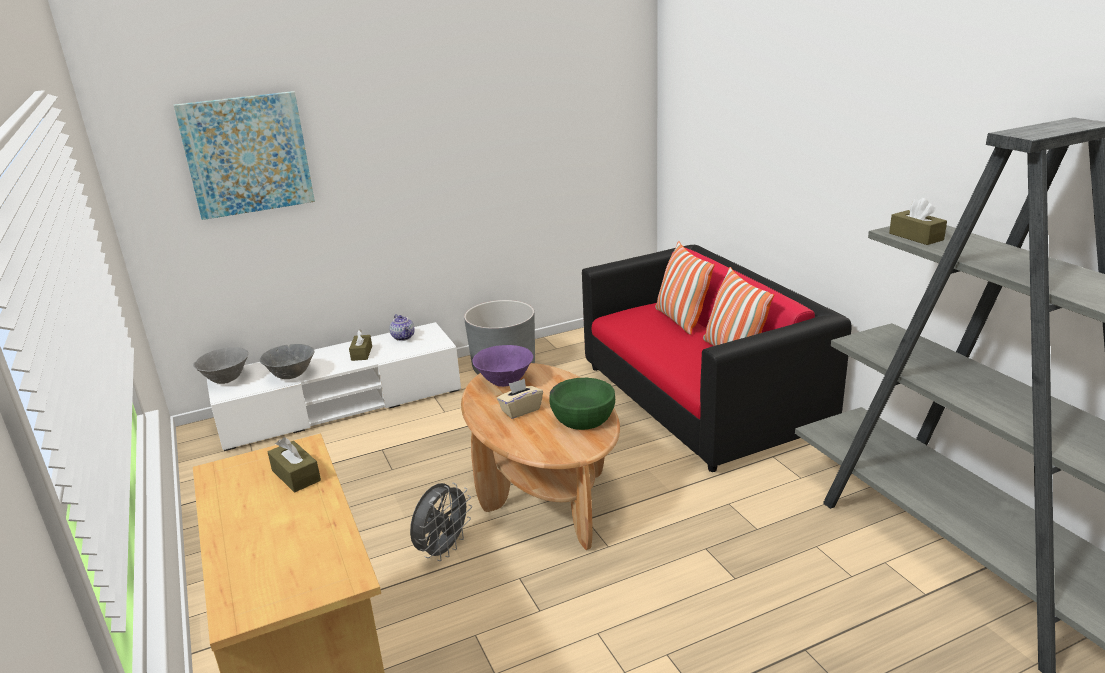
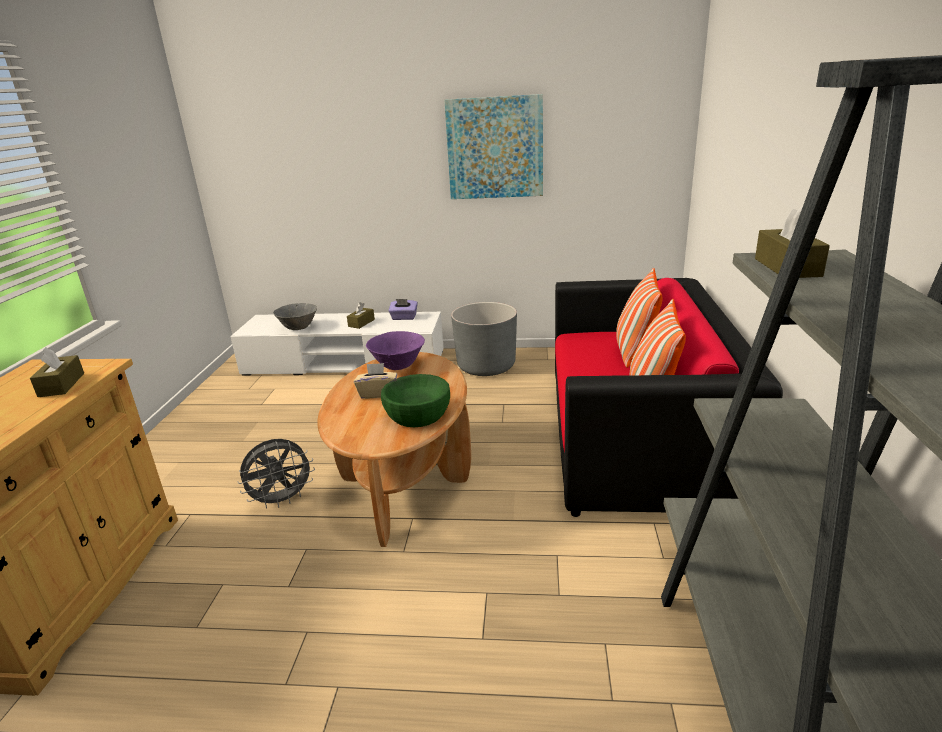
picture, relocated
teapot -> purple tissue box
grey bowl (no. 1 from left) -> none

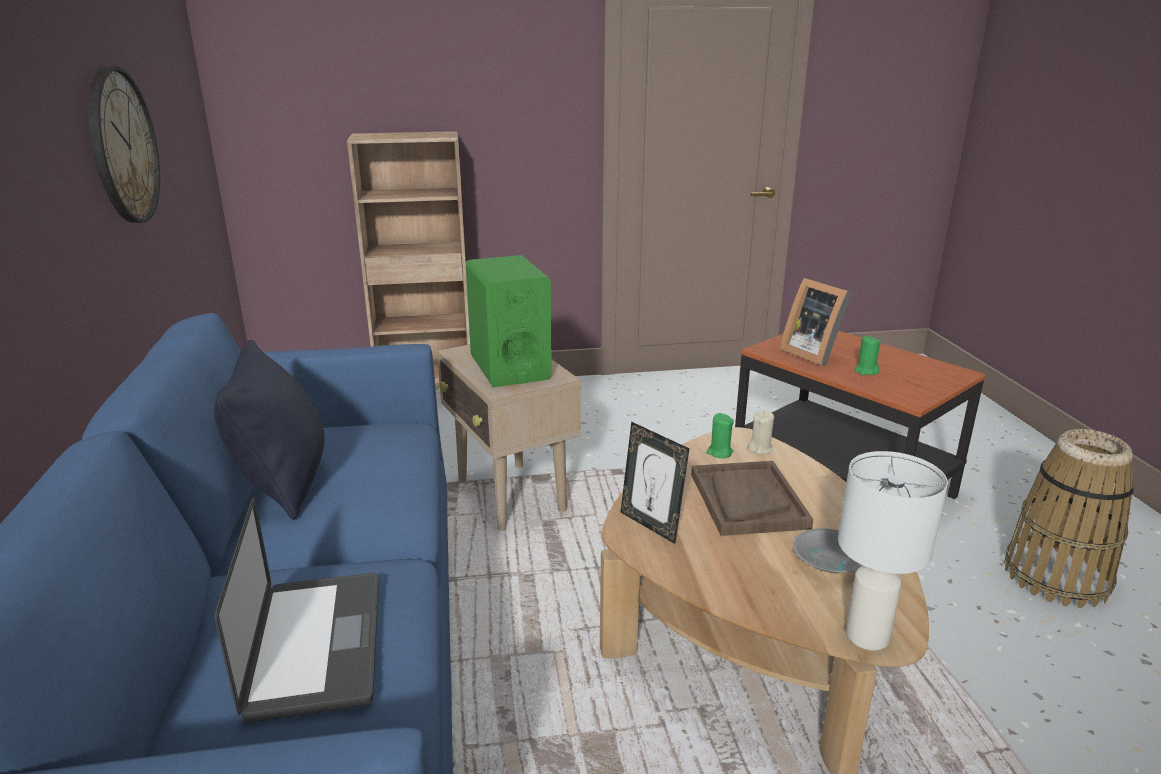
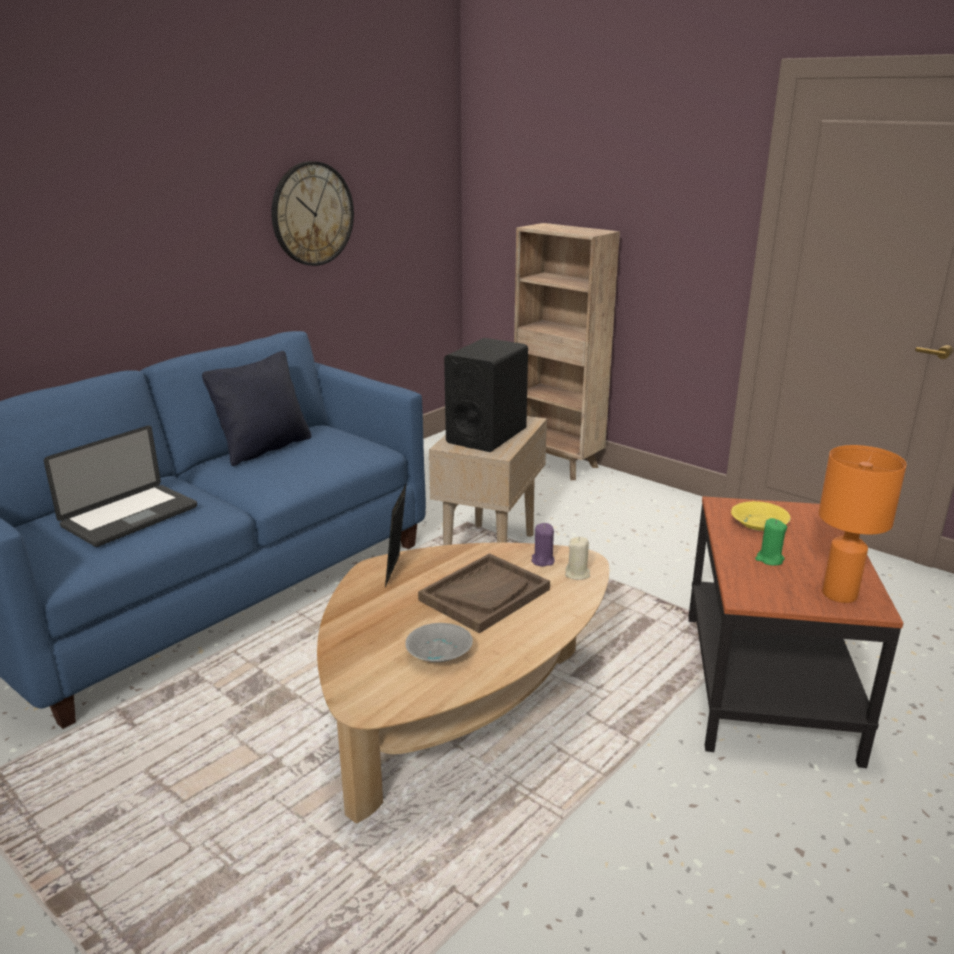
green speaker -> black speaker
picture frame (no. 2 from left) -> yellow bowl
green candle (no. 1 from left) -> purple candle
basket -> none
white table lamp -> none
none -> orange table lamp

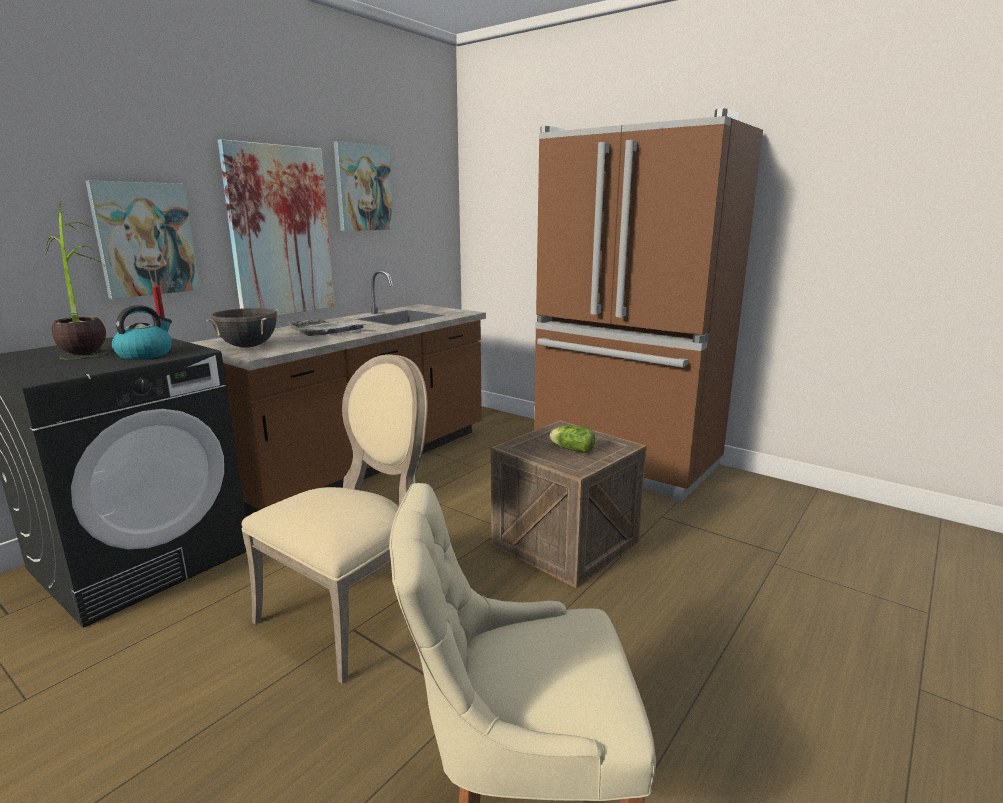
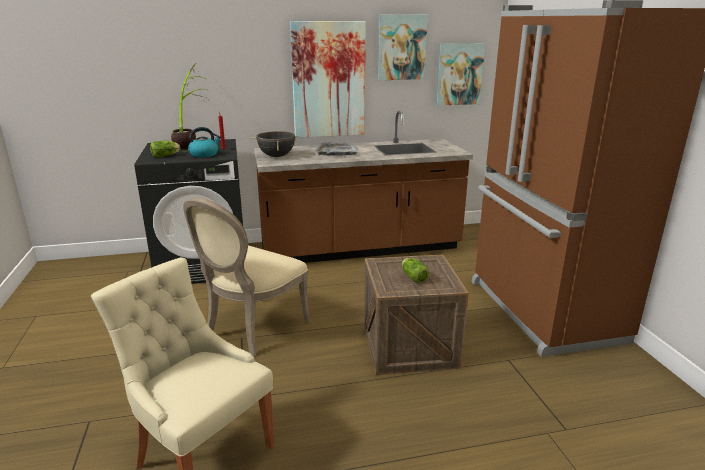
picture (no. 1 from left in the first image) -> picture (no. 3 from left), relocated
beige chair (no. 1 from left in the first image) -> beige chair (no. 2 from left), 135 degrees clockwise
none -> lettuce (no. 1 from left)

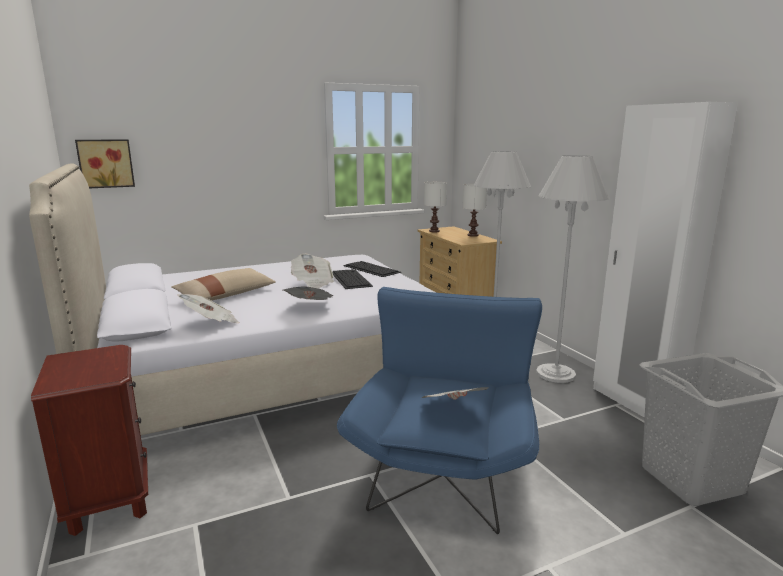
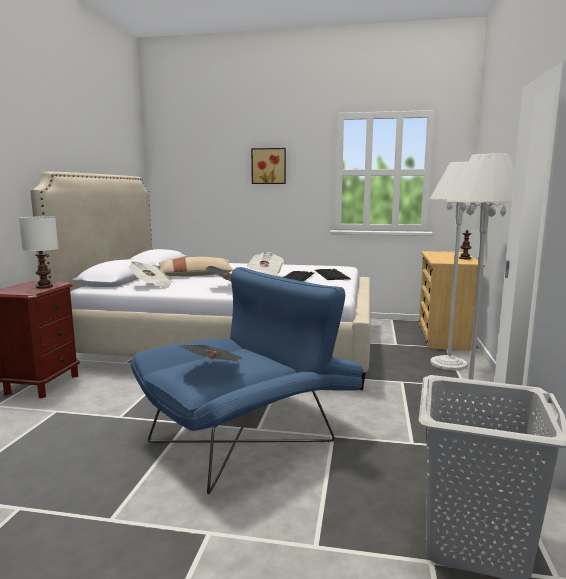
picture, relocated
white table lamp (no. 1 from left), relocated

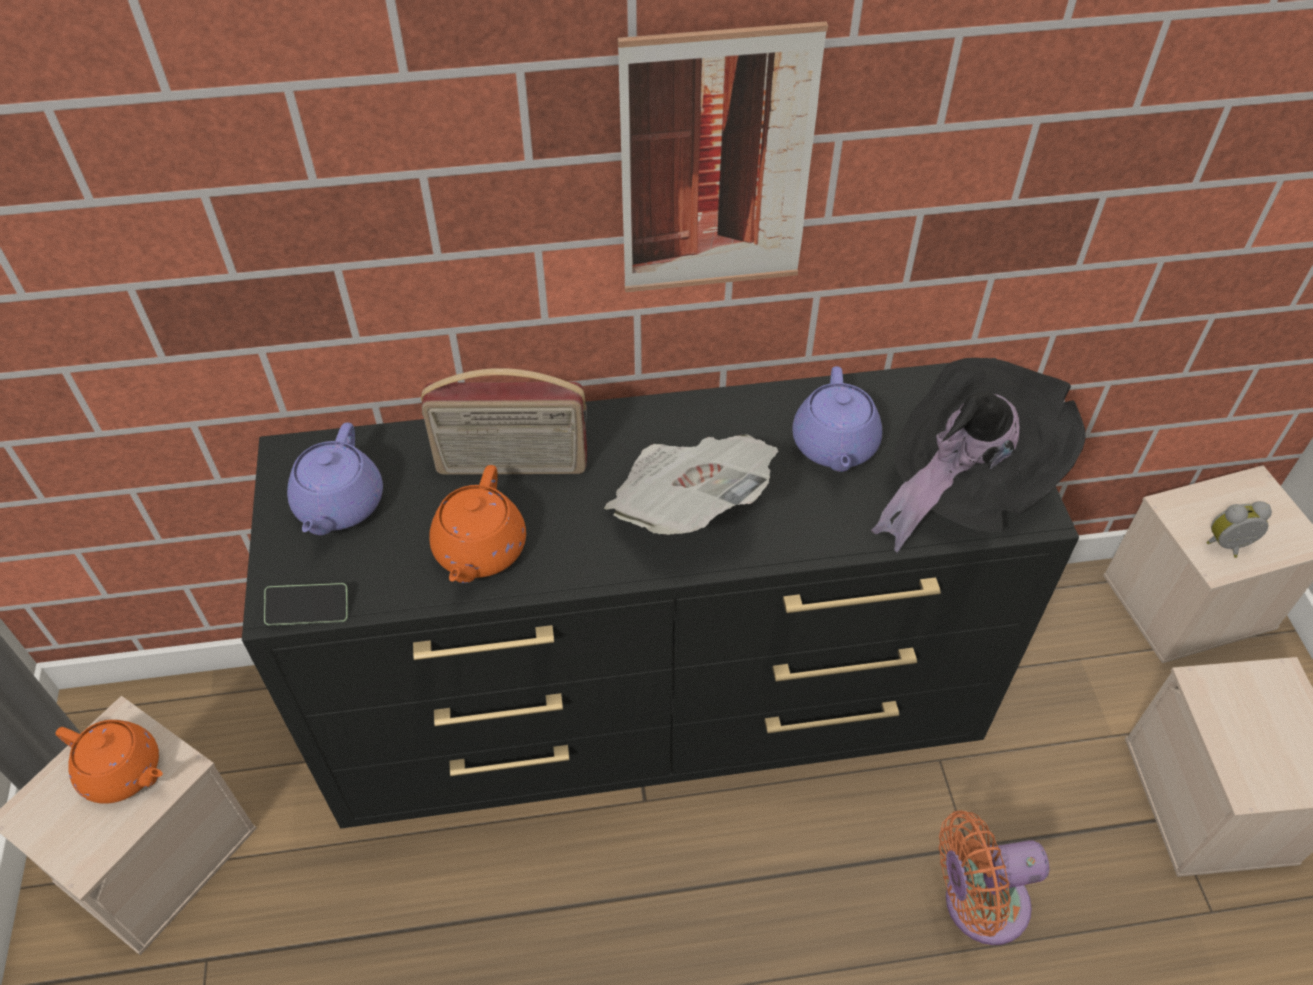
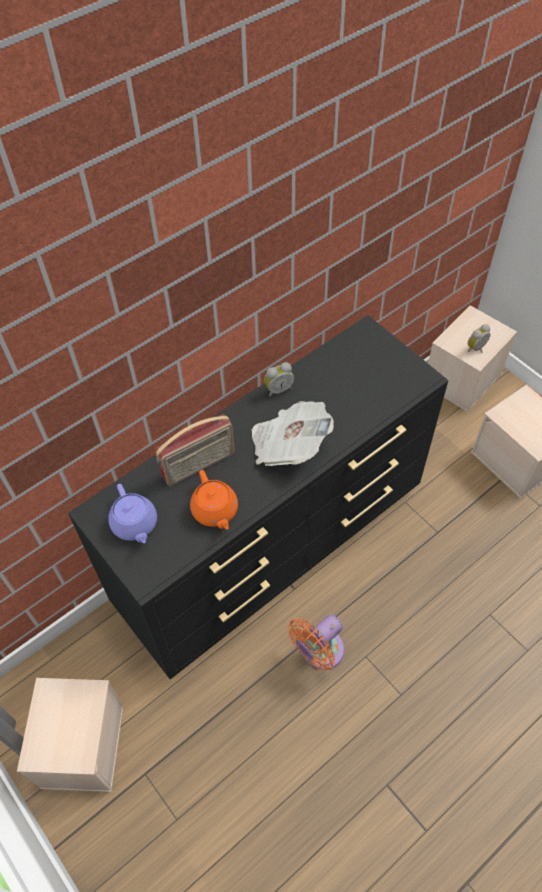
picture -> none
black hat -> none
purple teapot (no. 2 from left) -> none
phone -> none
orange teapot (no. 1 from left) -> none
orange fan, relocated
none -> alarm clock (no. 1 from left)

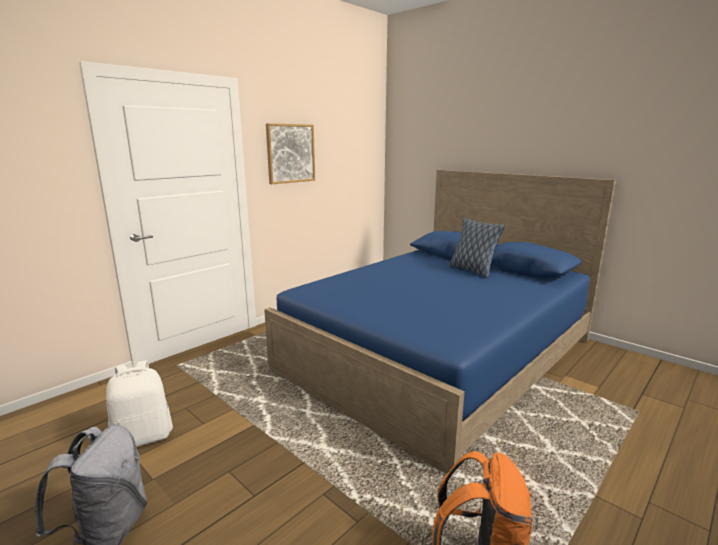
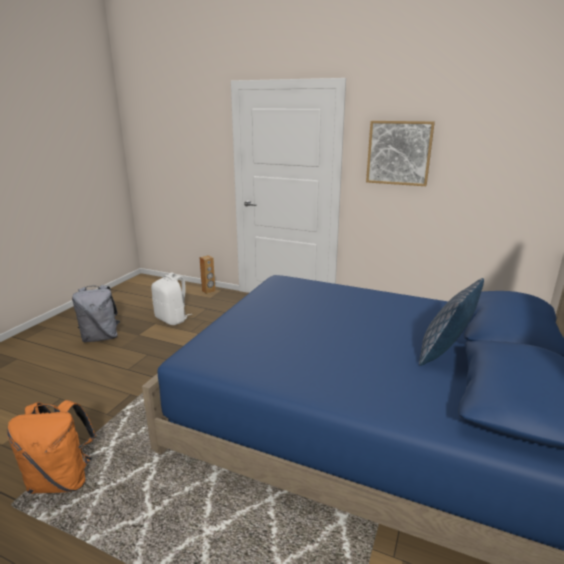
none -> brown speaker

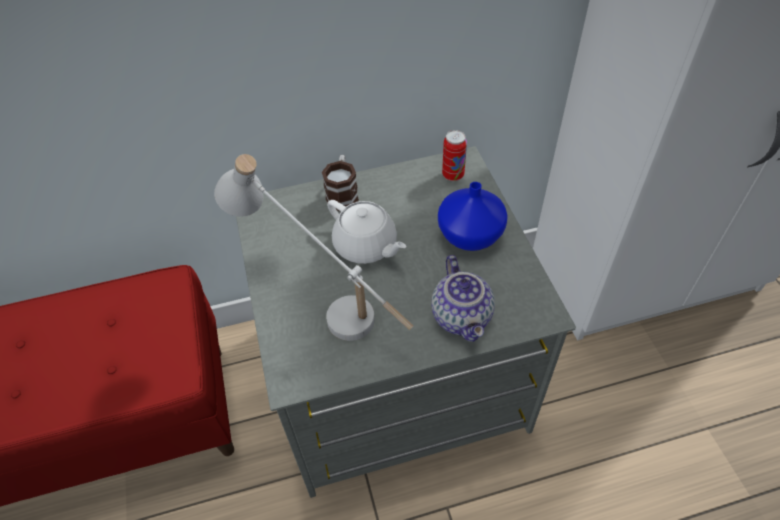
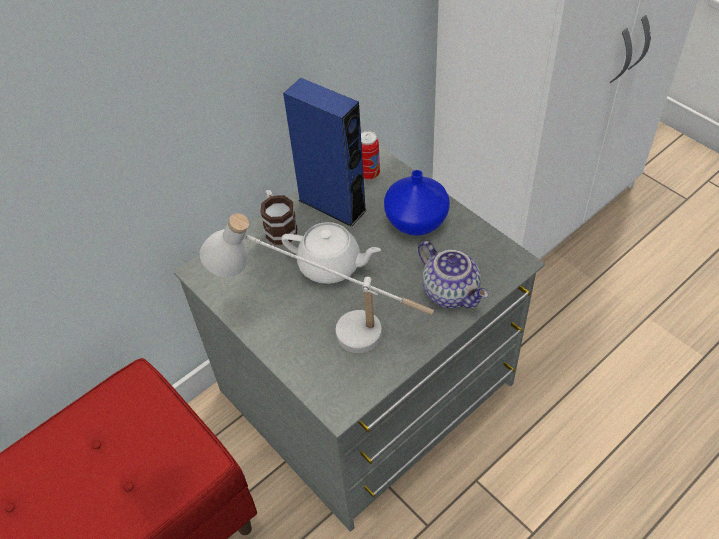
none -> blue speaker

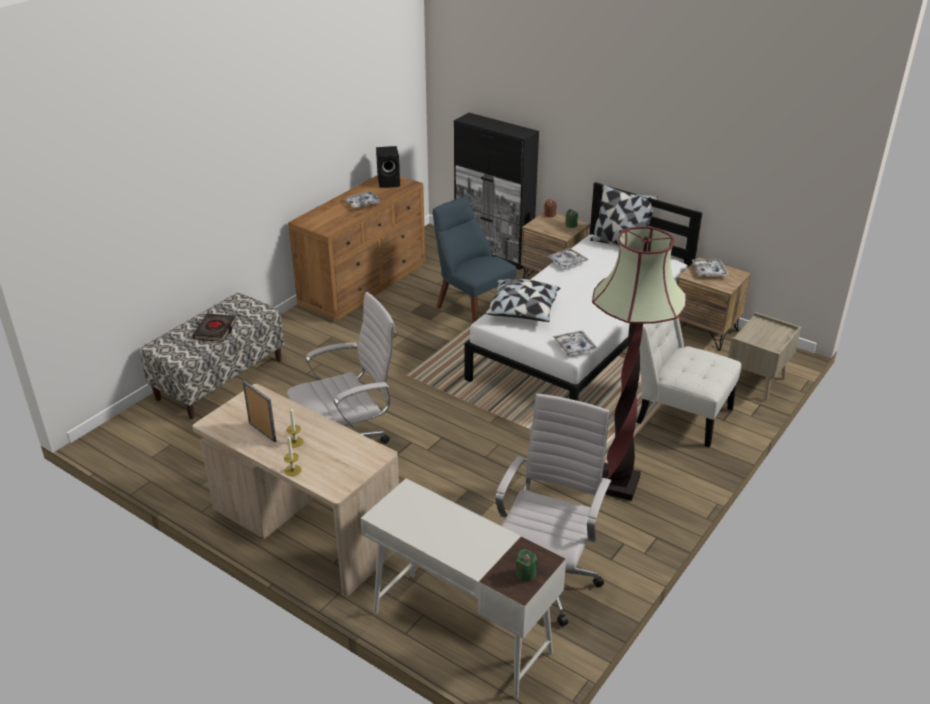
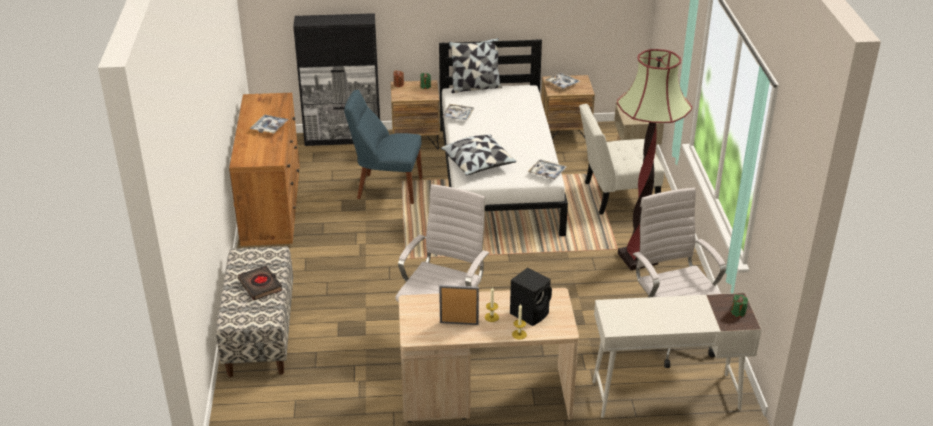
black speaker, relocated

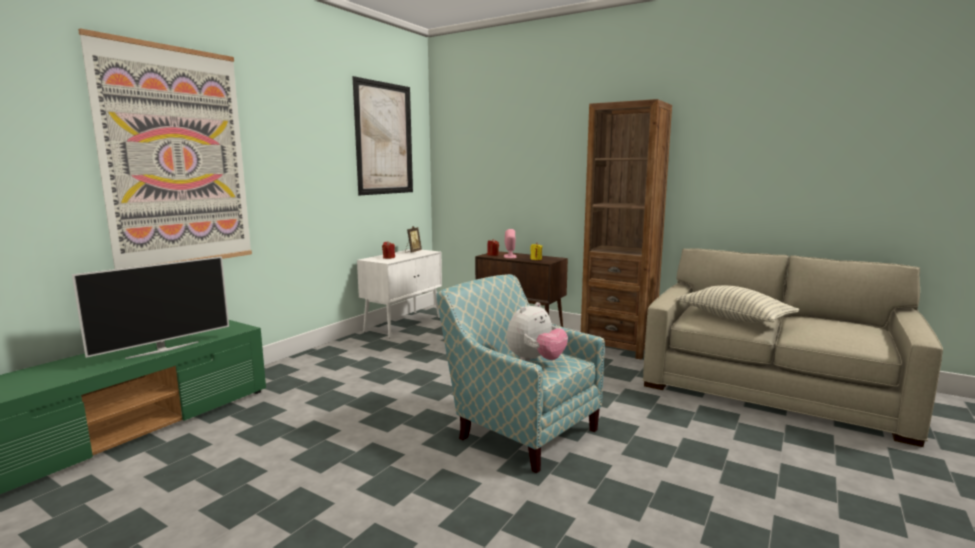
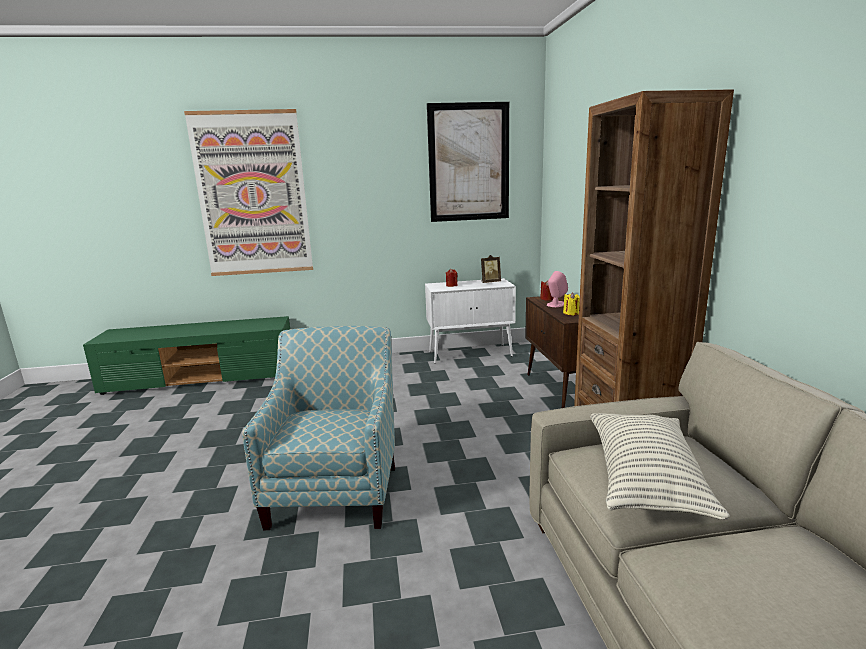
television -> none
plush toy -> none

